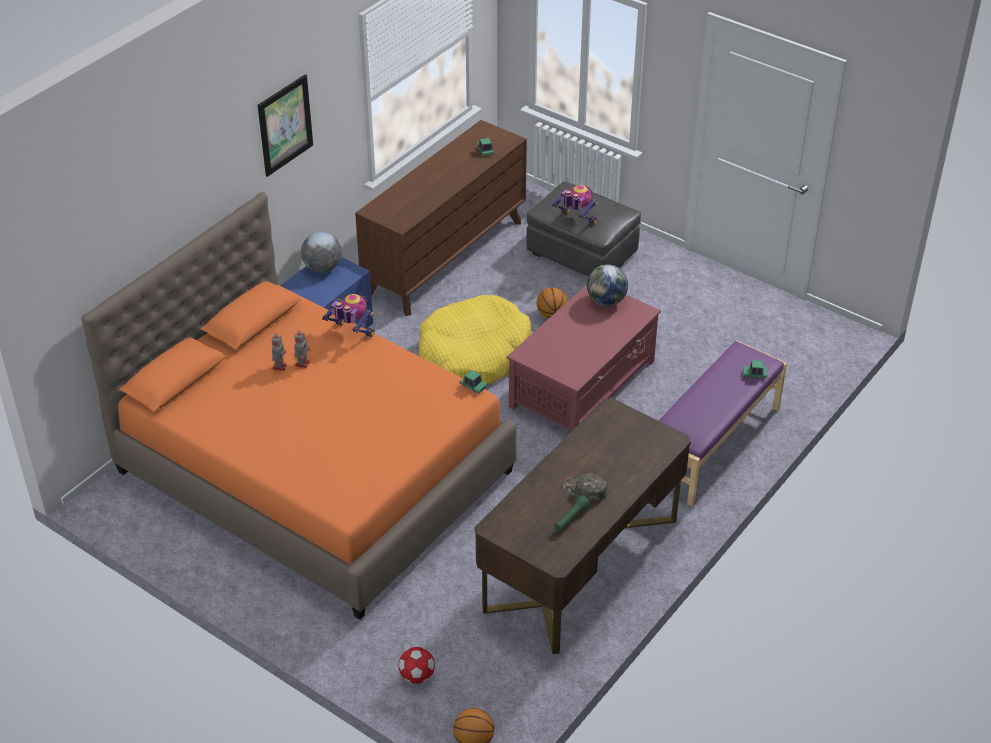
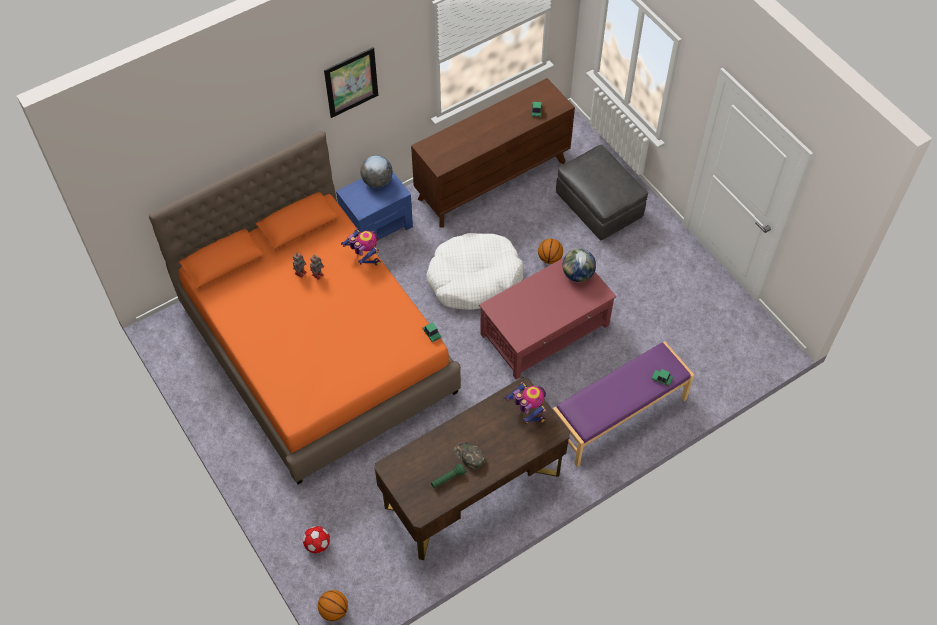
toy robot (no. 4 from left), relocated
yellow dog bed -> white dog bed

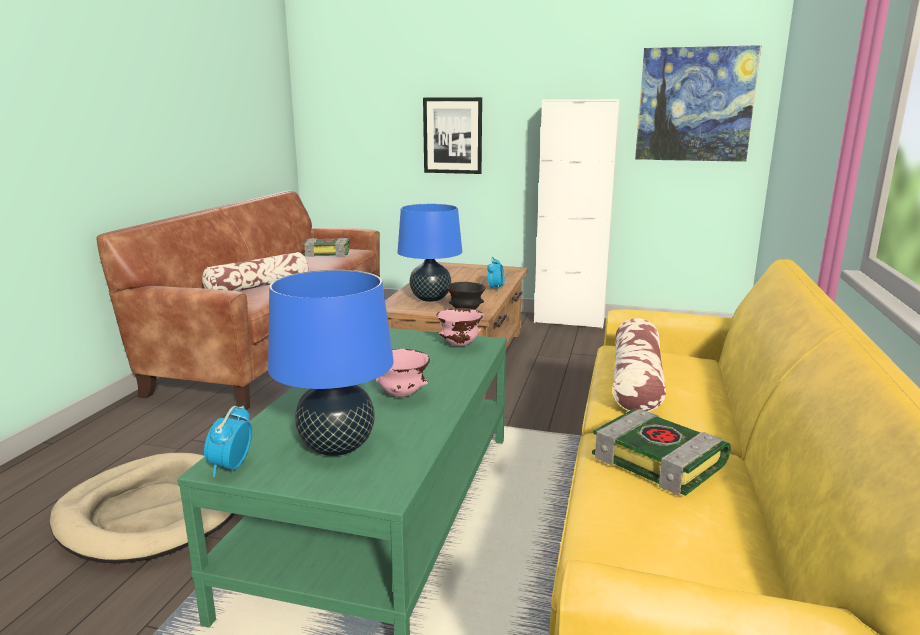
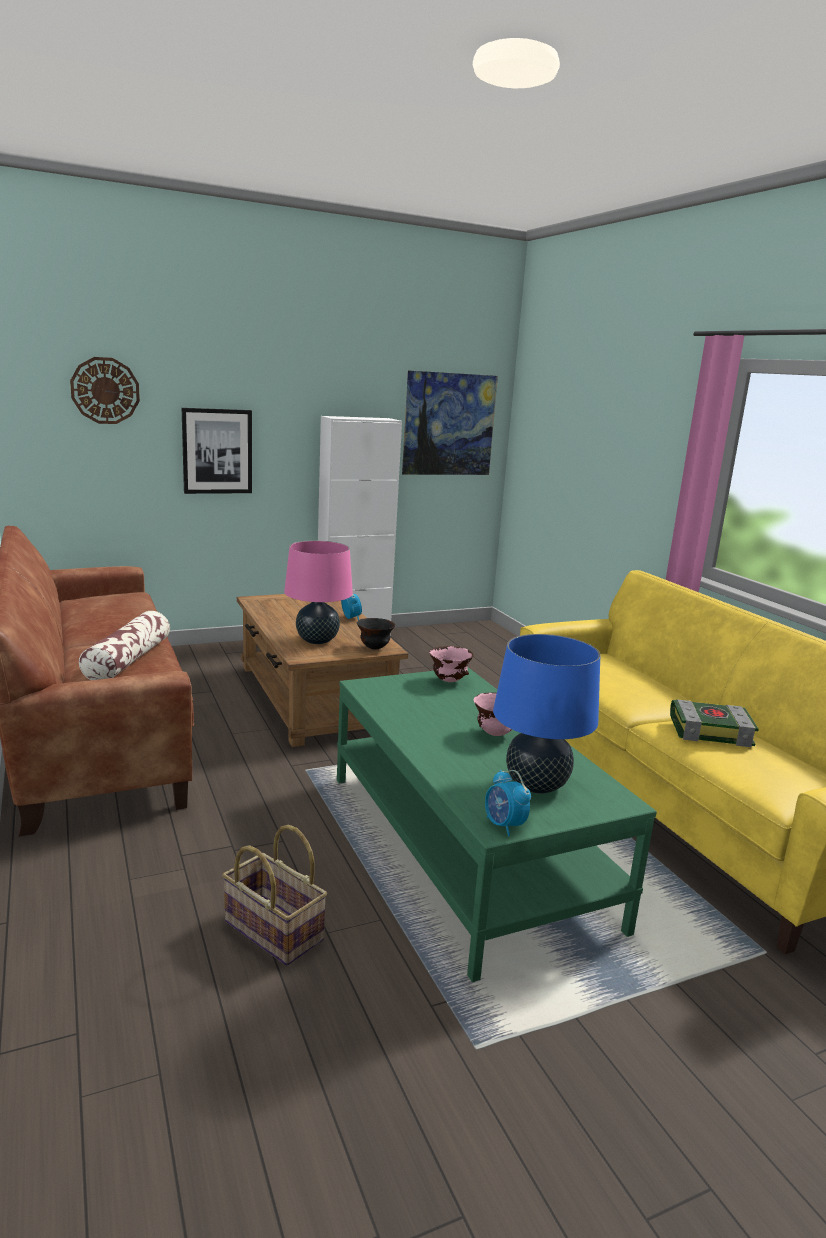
blue table lamp (no. 2 from left) -> pink table lamp
book (no. 1 from left) -> none
pillow (no. 2 from left) -> none
beige dog bed -> basket
none -> wall clock

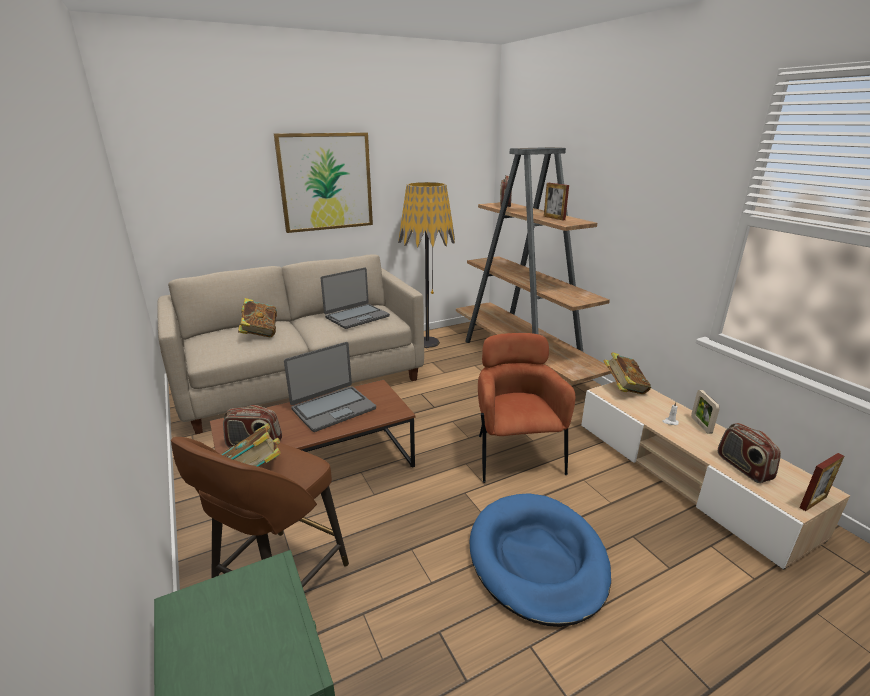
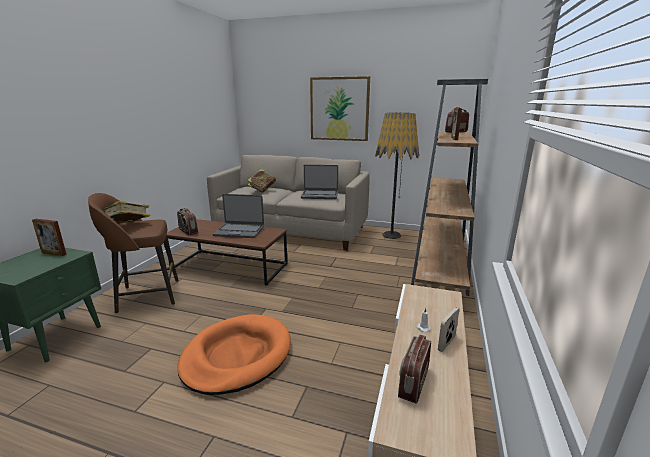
brown armchair -> none
book (no. 3 from left) -> none
picture frame (no. 3 from left in the first image) -> picture frame (no. 1 from left), relocated
blue dog bed -> orange dog bed

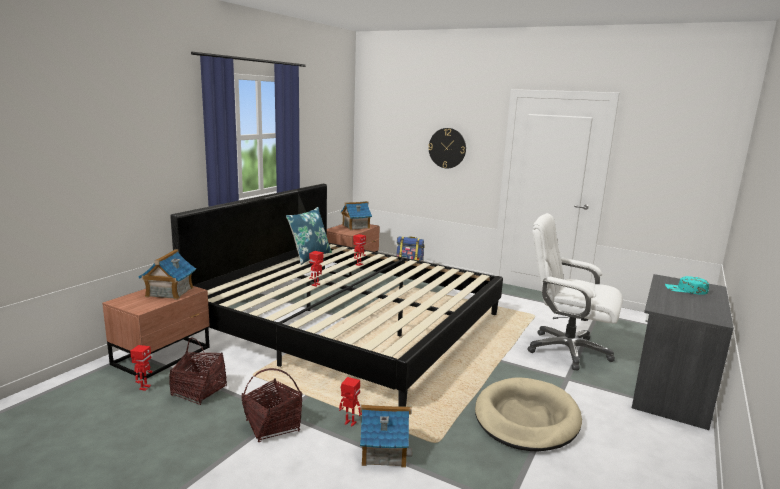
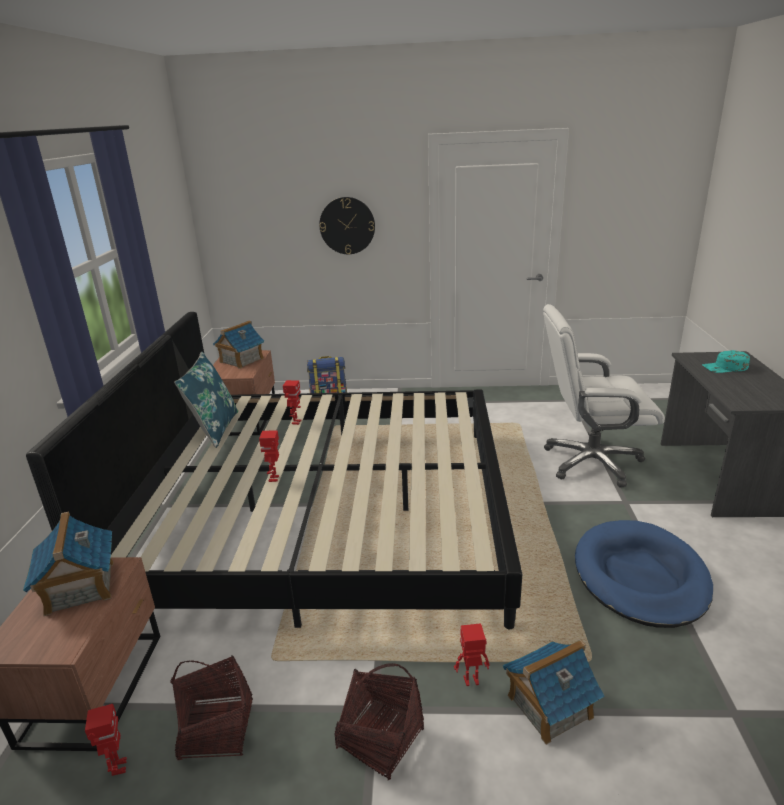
beige dog bed -> blue dog bed

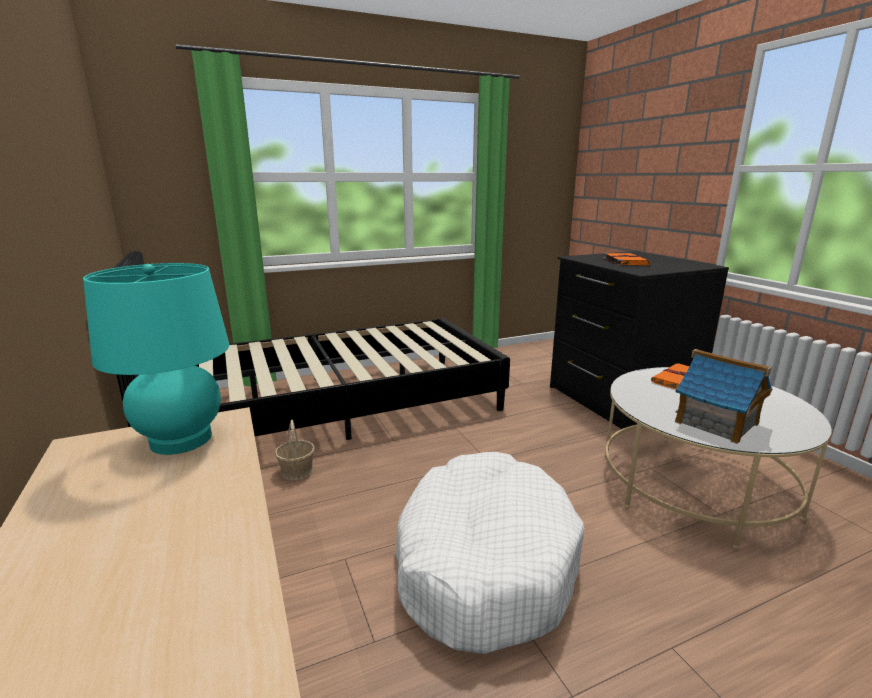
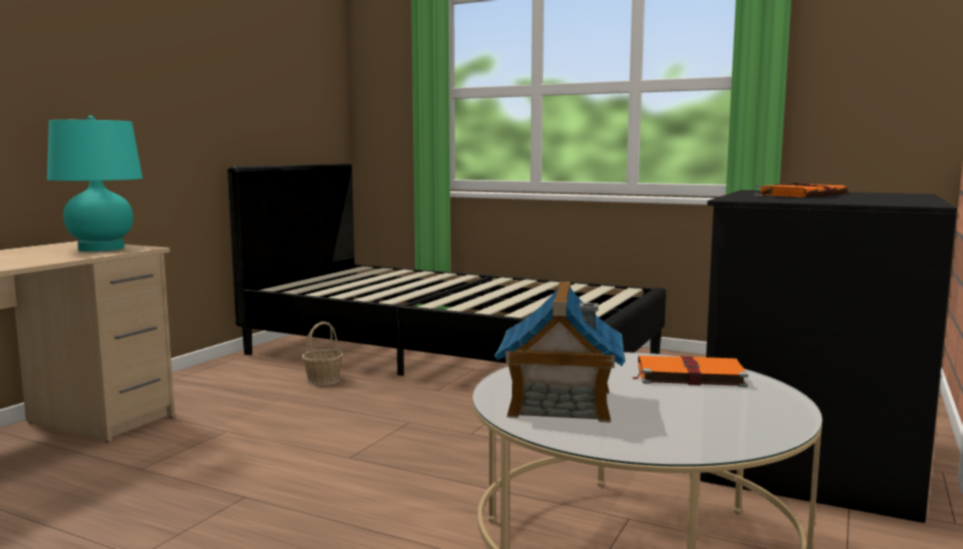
white dog bed -> none

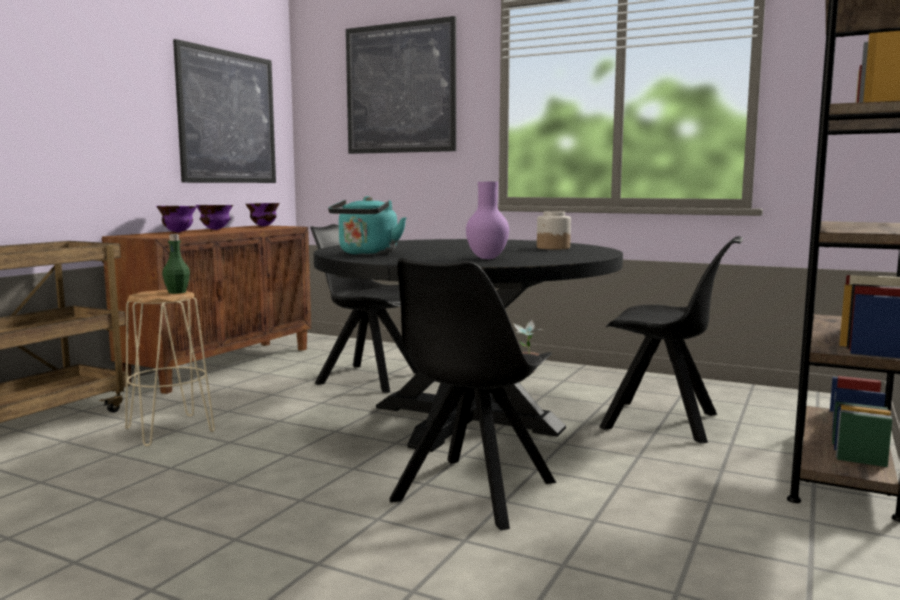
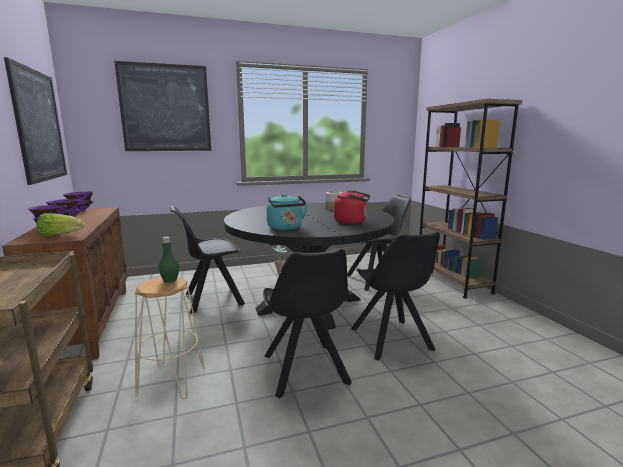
purple vase -> red kettle
none -> lettuce
none -> black chair (no. 2 from left)

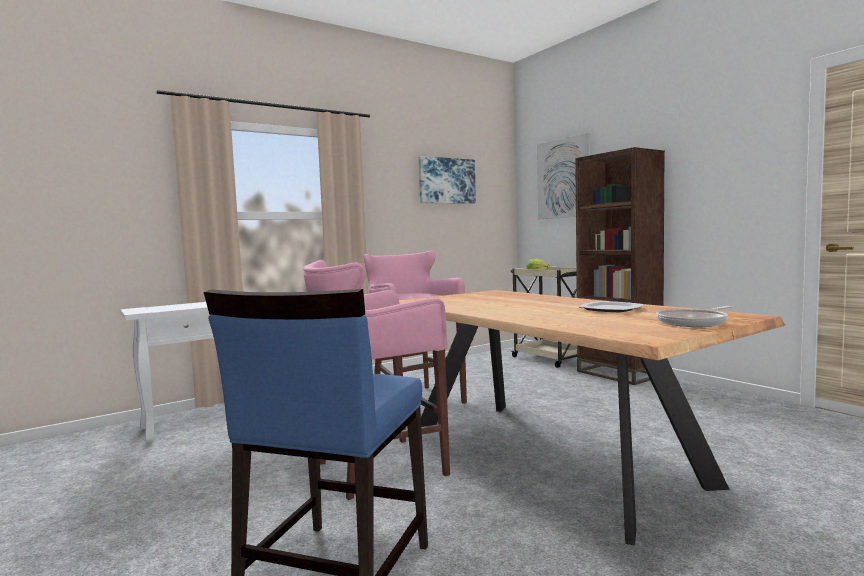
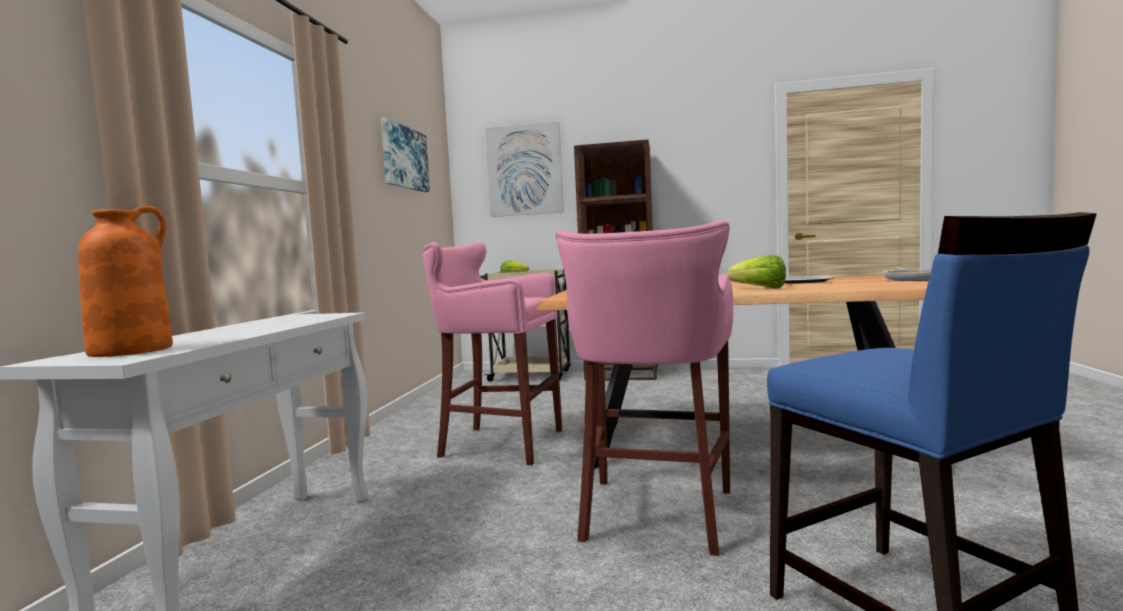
none -> orange vase
none -> lettuce (no. 2 from left)

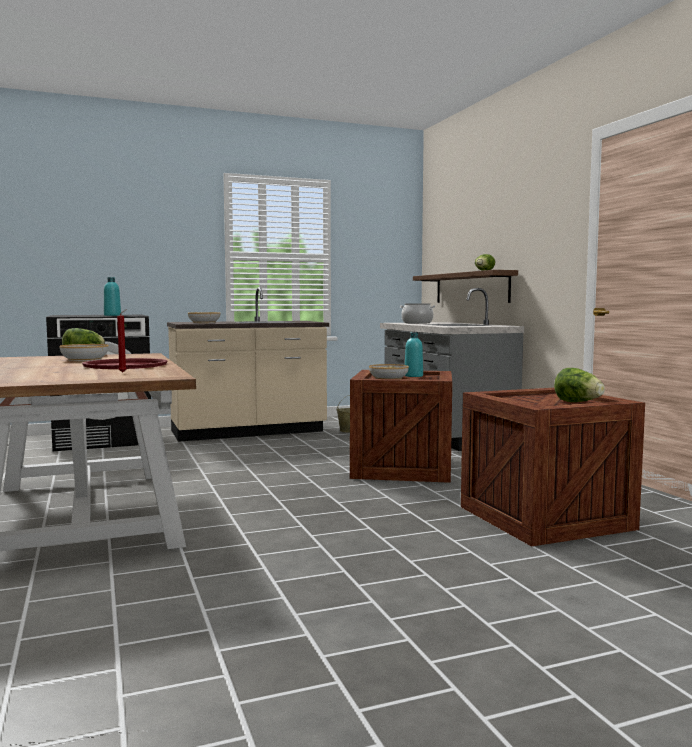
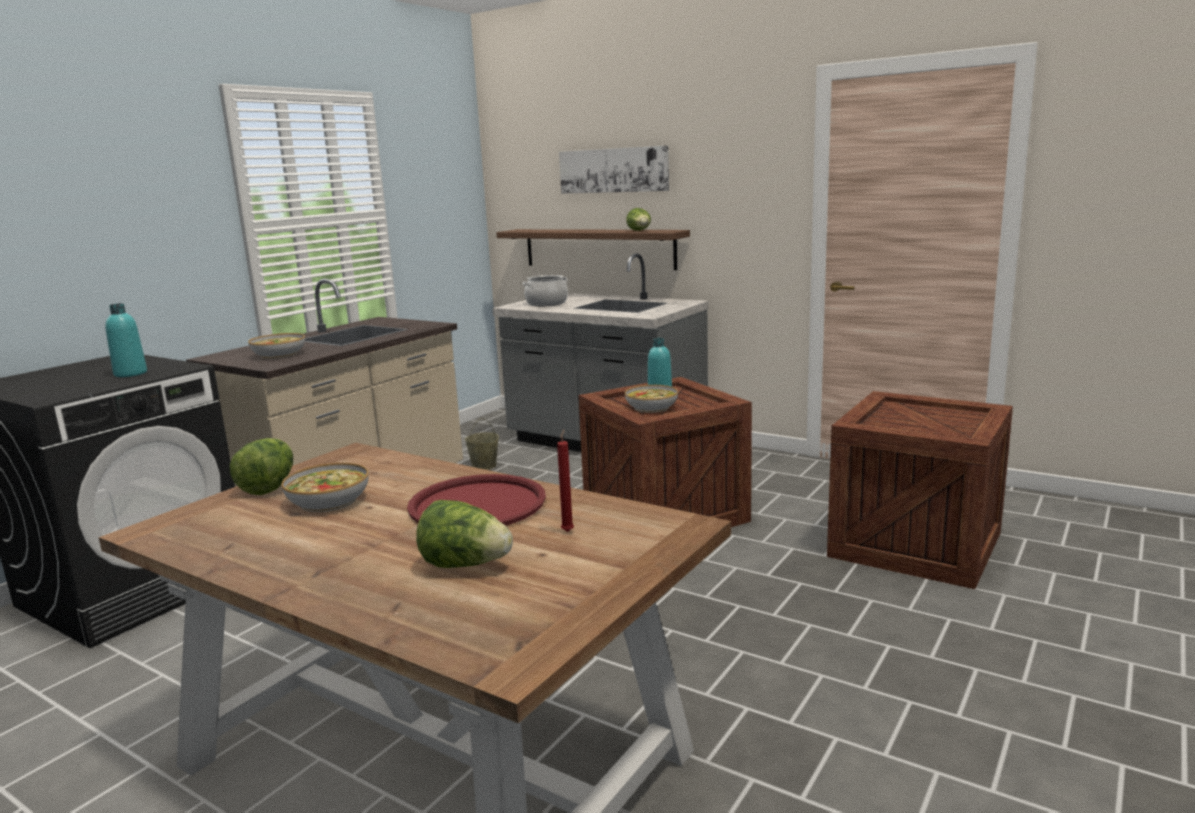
lettuce (no. 3 from left in the first image) -> lettuce (no. 2 from left), relocated
none -> picture

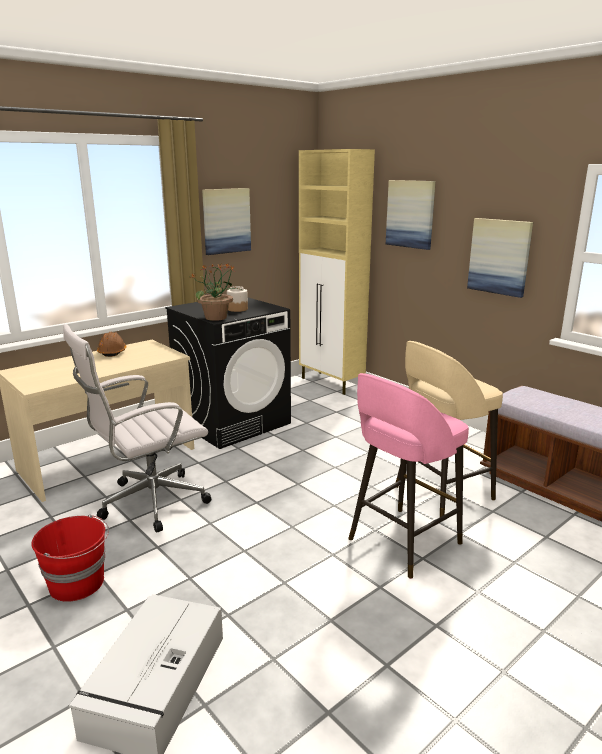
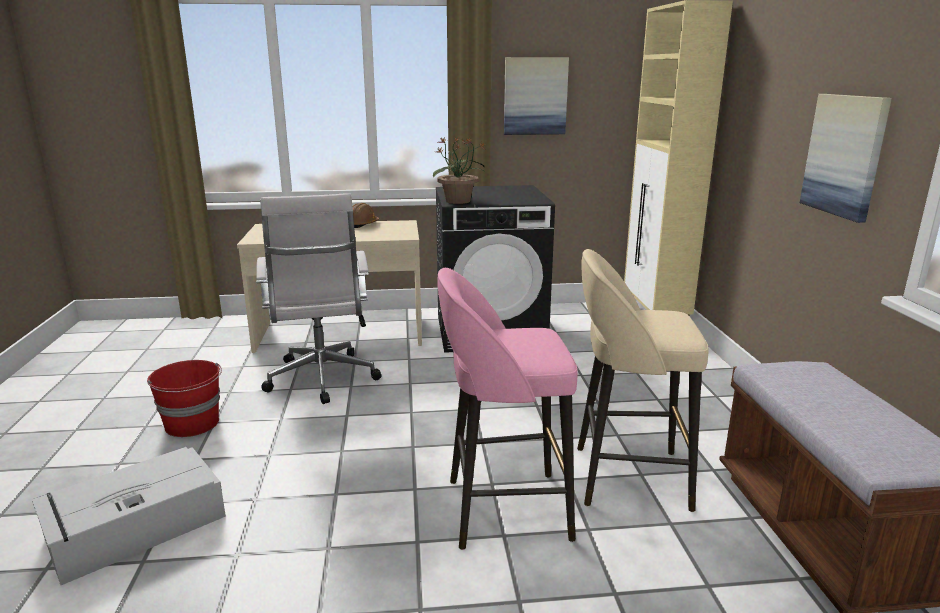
picture (no. 2 from left) -> none
jar -> none
white office chair, 105 degrees counterclockwise

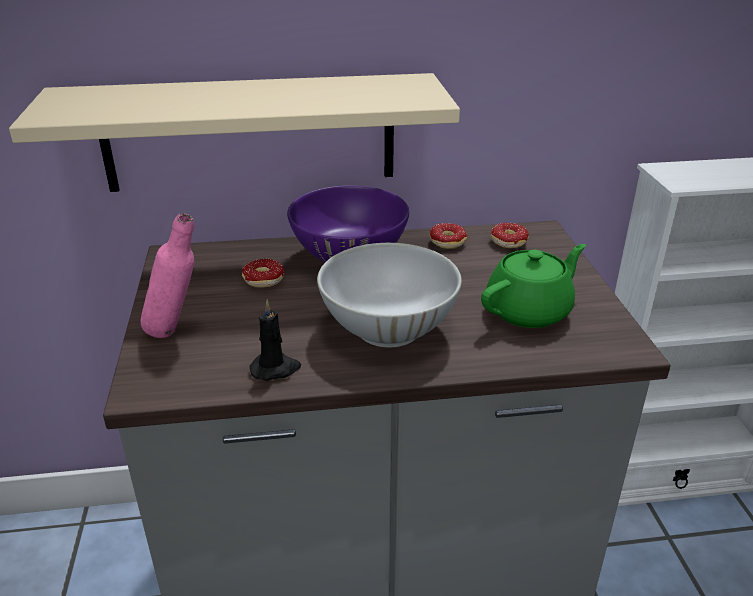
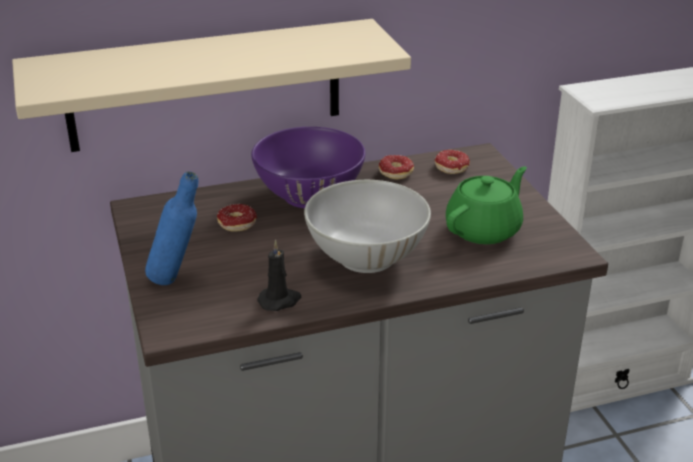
pink bottle -> blue bottle

